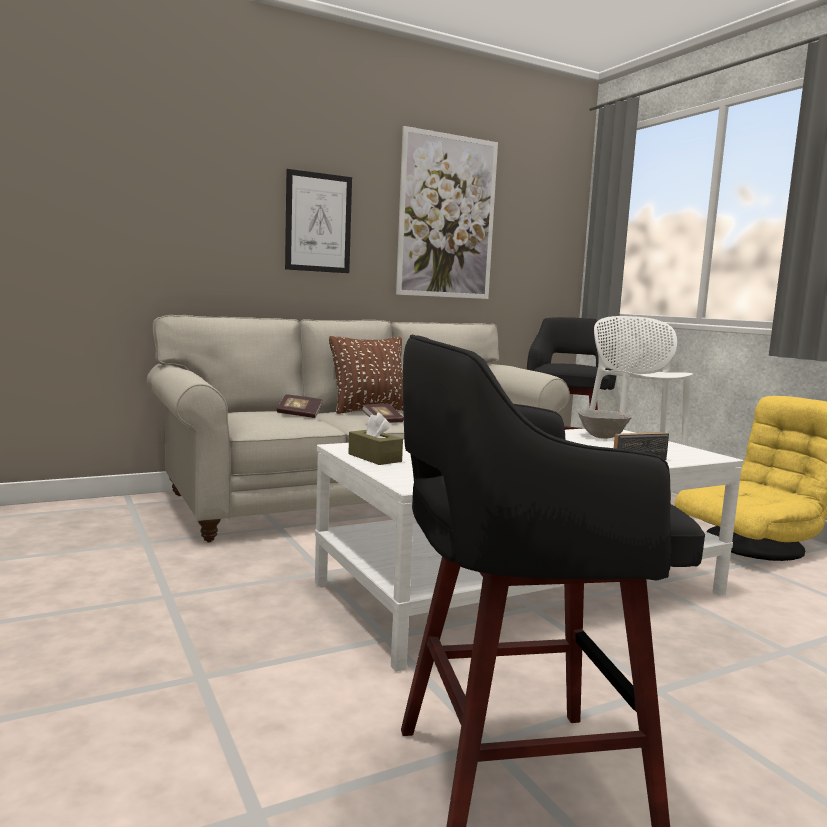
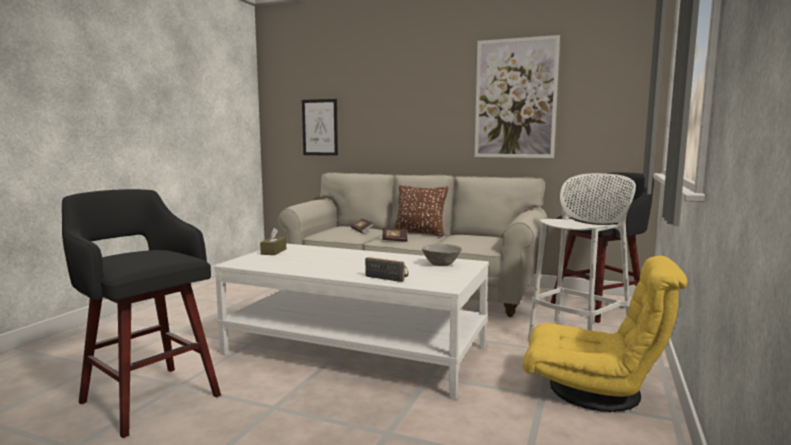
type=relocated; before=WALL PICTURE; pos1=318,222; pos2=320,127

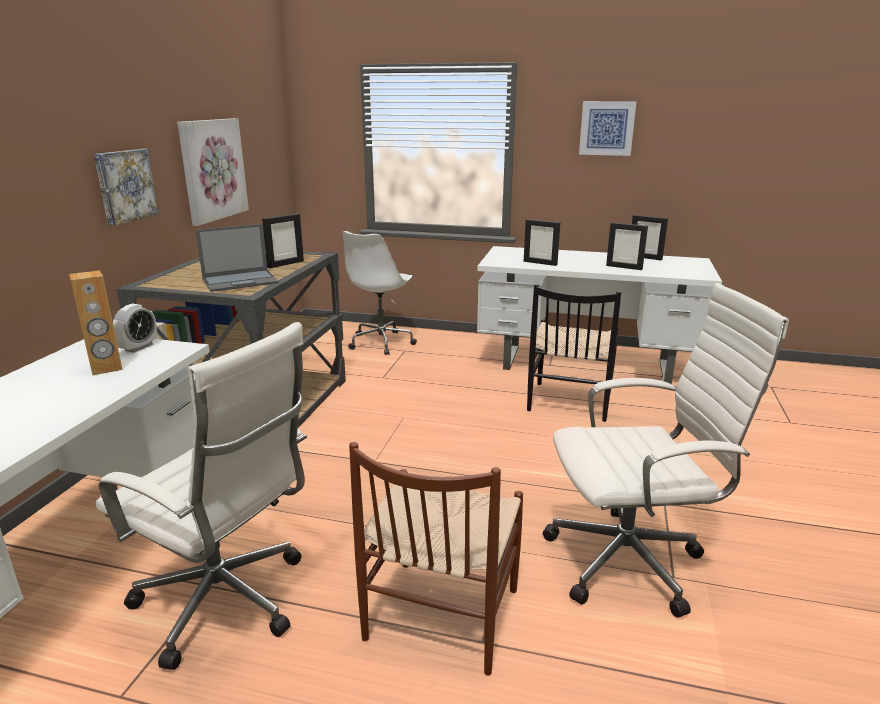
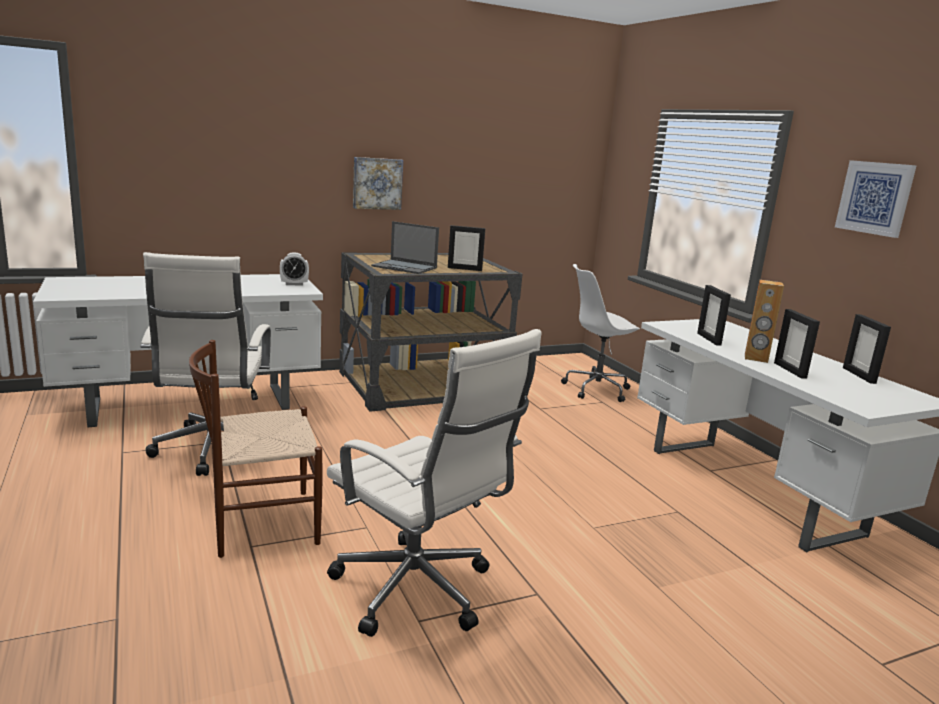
type=relocated; before=BROWN SPEAKER; pos1=106,368; pos2=756,358
type=missing; before=WALL PICTURE; pos1=212,170
type=missing; before=BLACK-COLOURED CHAIR; pos1=568,404

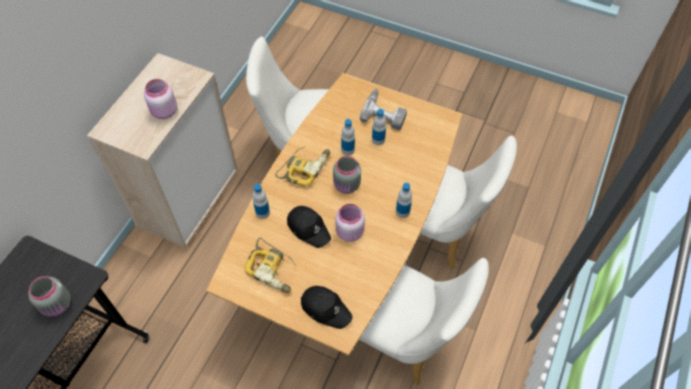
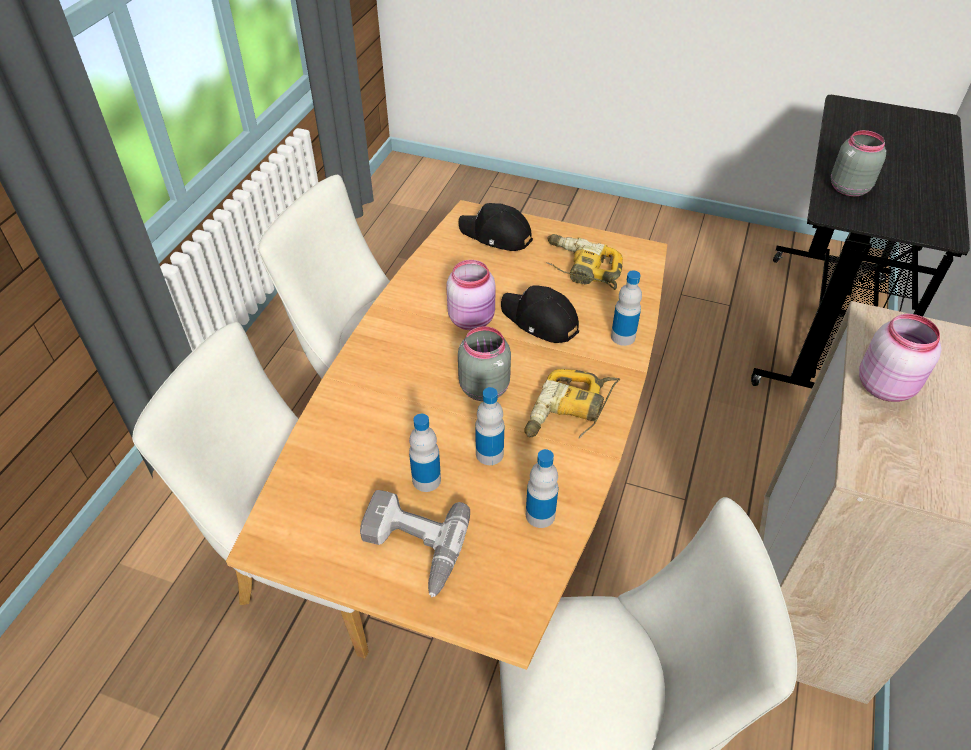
type=relocated; before=BOTTLE; pos1=402,211; pos2=540,515

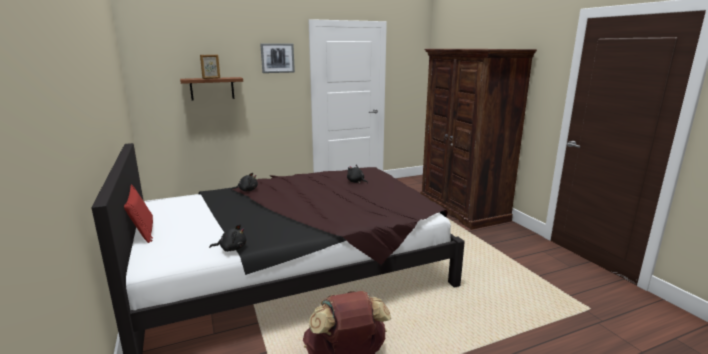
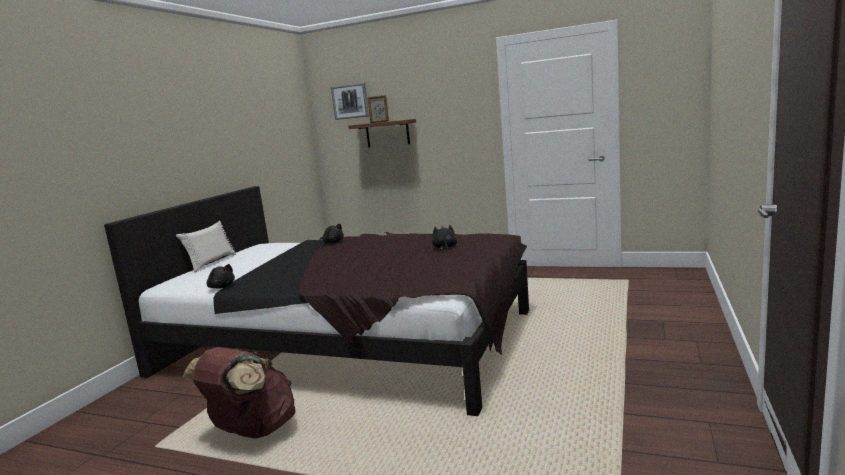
type=colour; before=RED-COLOURED CUSHION; after=WHITISH CUSHION; pos1=142,230; pos2=211,263
type=relocated; before=WALL PICTURE; pos1=277,58; pos2=350,101
type=missing; before=BROWN WARDROBE; pos1=462,208

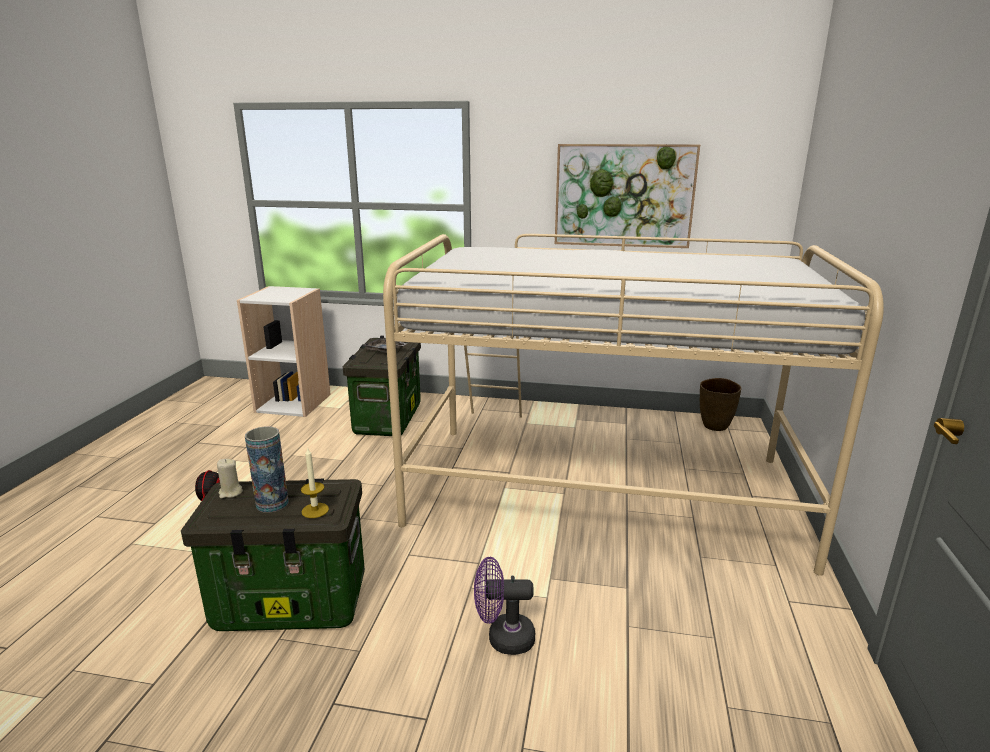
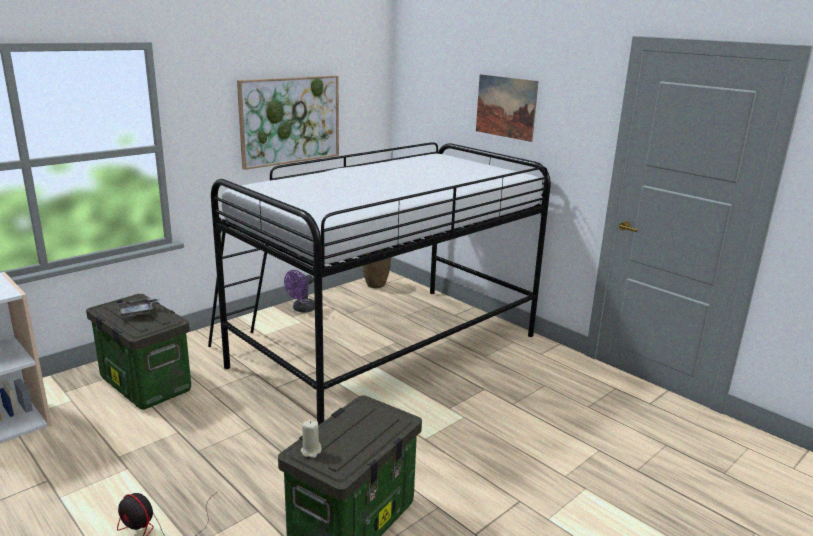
type=colour; before=SAND-COLOURED SLEEPING BED; after=BLACK-COLOURED SLEEPING BED; pos1=597,488; pos2=383,350
type=relocated; before=PURPLE FAN; pos1=503,638; pos2=302,309
type=appeared; after=WALL PICTURE; pos2=506,107
type=missing; before=DECORATIVE VASE; pos1=272,503
type=missing; before=WAX CANDLE; pos1=315,510

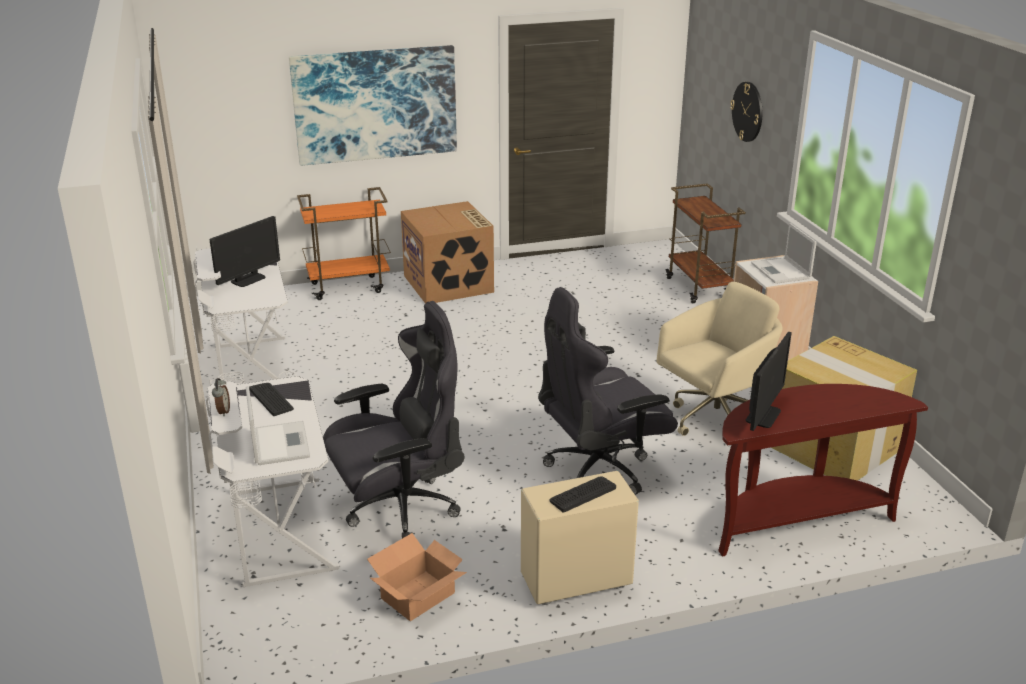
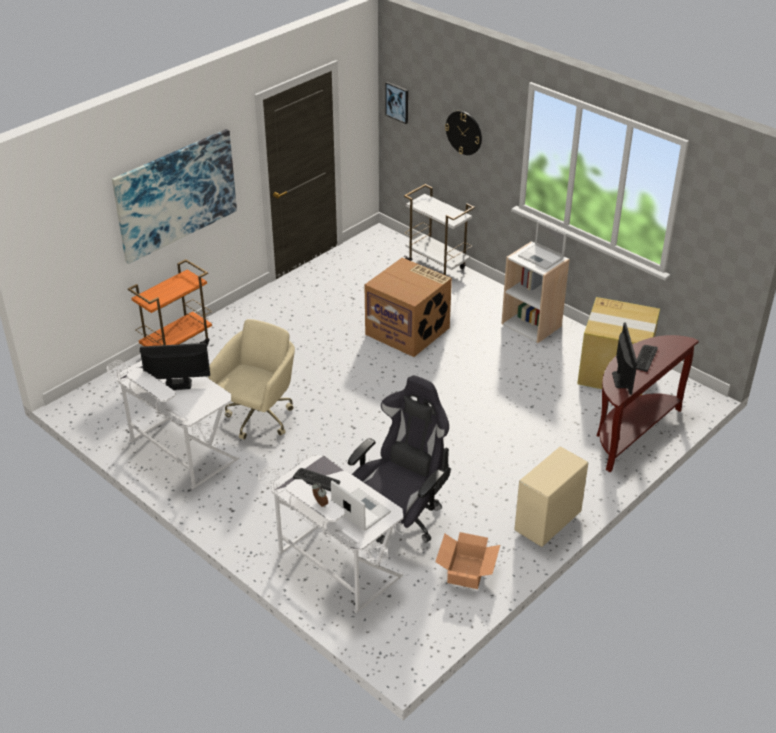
type=spun; before=COMPUTER SCREEN; pos1=248,279; pos2=178,384; turn=-105
type=relocated; before=SAND-COLOURED COMPUTER CHAIR; pos1=712,422; pos2=258,421
type=relocated; before=CARTON; pos1=449,284; pos2=409,331
type=appeared; after=WALL PICTURE; pos2=397,102
type=colour; before=BROWN WHEELED CART; after=WHITISH WHEELED CART; pos1=699,289; pos2=437,266
type=relocated; before=COMPUTER KEYBOARD; pos1=582,494; pos2=645,358
type=missing; before=BLACK-COLOURED COMPUTER CHAIR; pos1=603,468

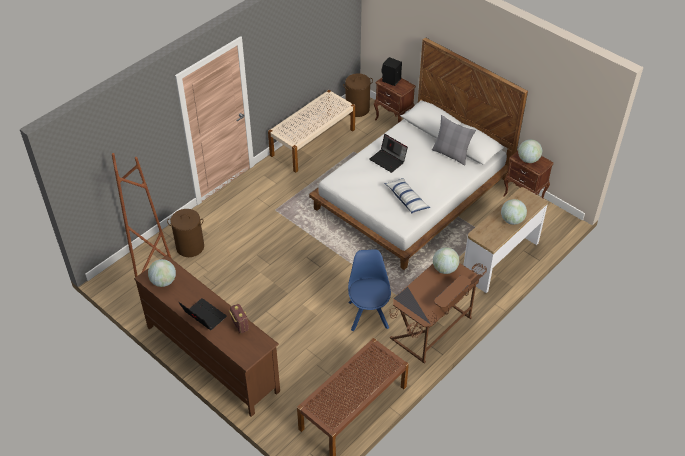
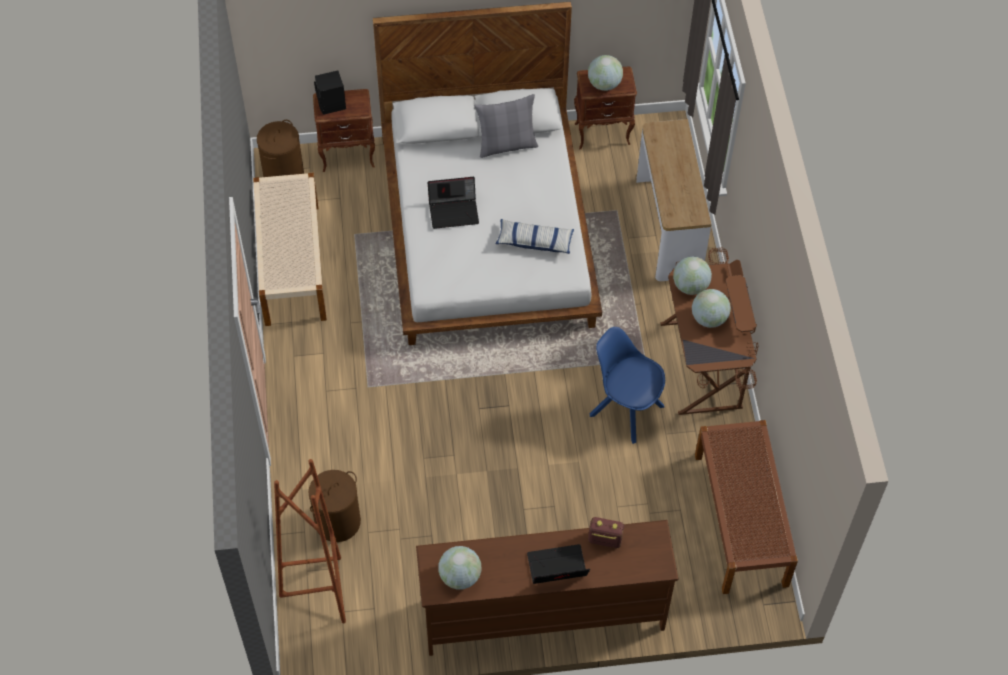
type=relocated; before=DESK GLOBE; pos1=512,220; pos2=708,319

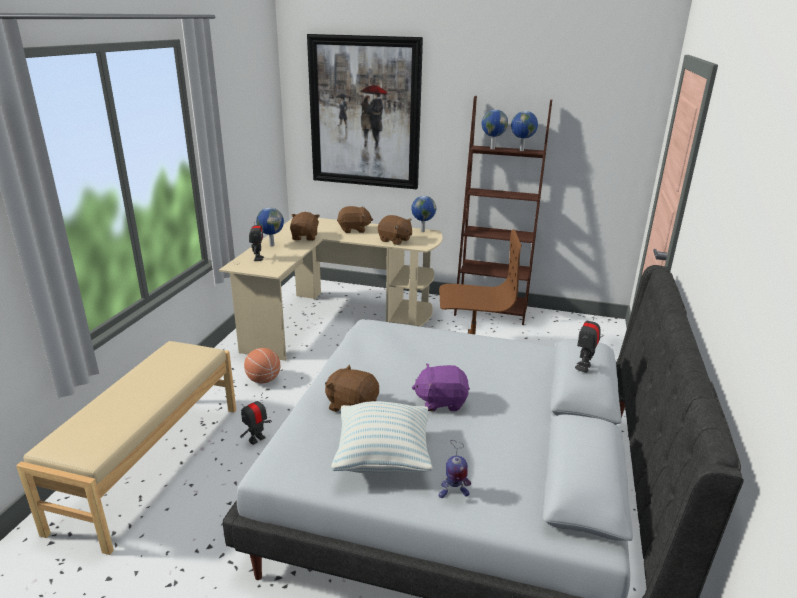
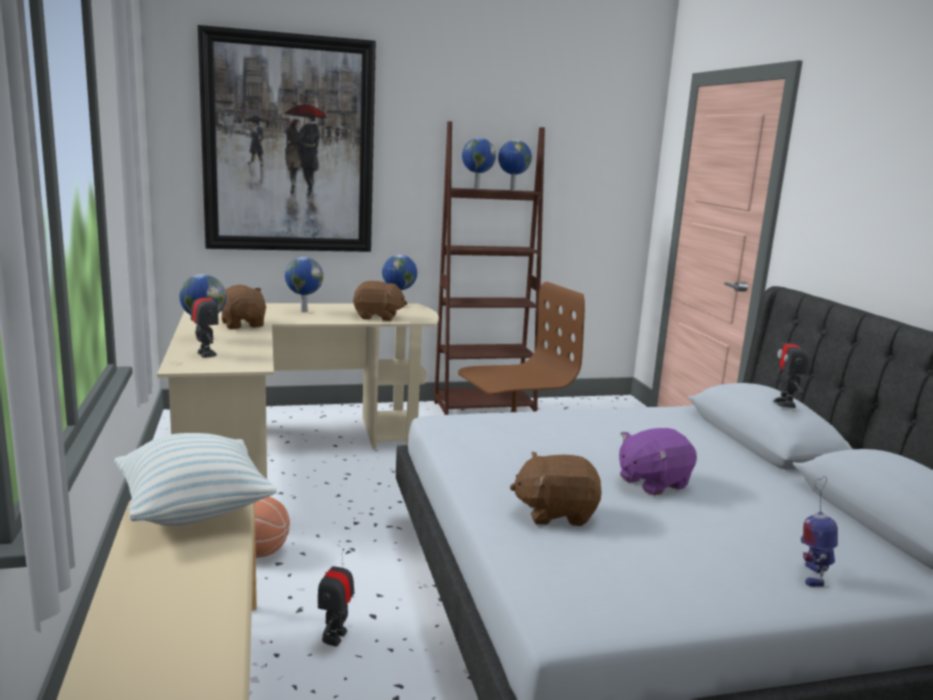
type=relocated; before=CUSHION; pos1=383,457; pos2=194,510
type=exchanged; before=BROWN CUDDLY TOY; after=DESK GLOBE; pos1=354,230; pos2=303,311
type=spun; before=TOY ROBOT; pos1=453,494; pos2=812,575; turn=150

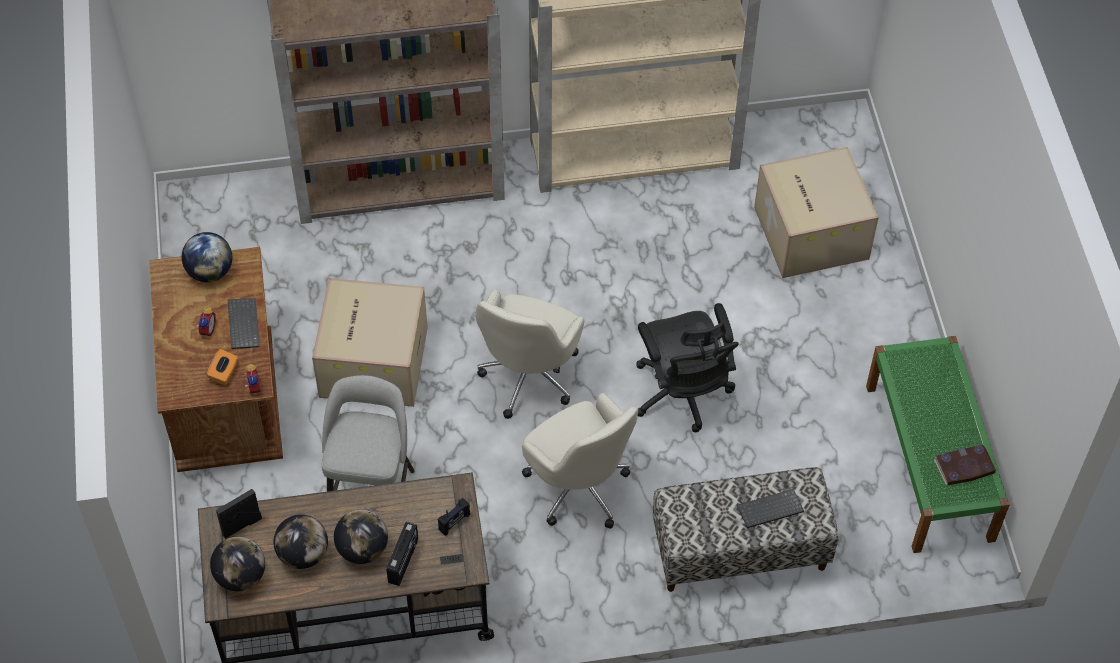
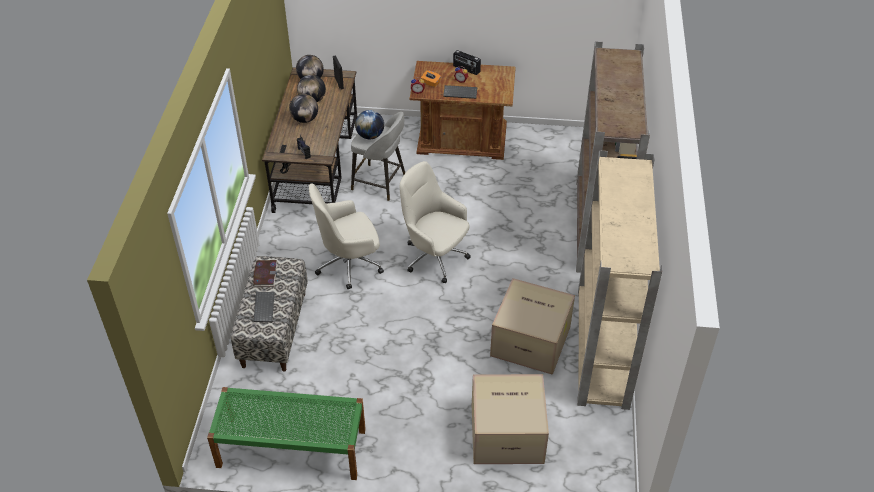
type=relocated; before=BOUND BOOK; pos1=964,467; pos2=265,275
type=relocated; before=DESK GLOBE; pos1=210,271; pos2=370,136
type=relocated; before=RADIO SET; pos1=404,561; pos2=466,69
type=relocated; before=CARTON; pos1=372,360; pos2=532,340
type=missing; before=COMPUTER CHAIR; pos1=682,395

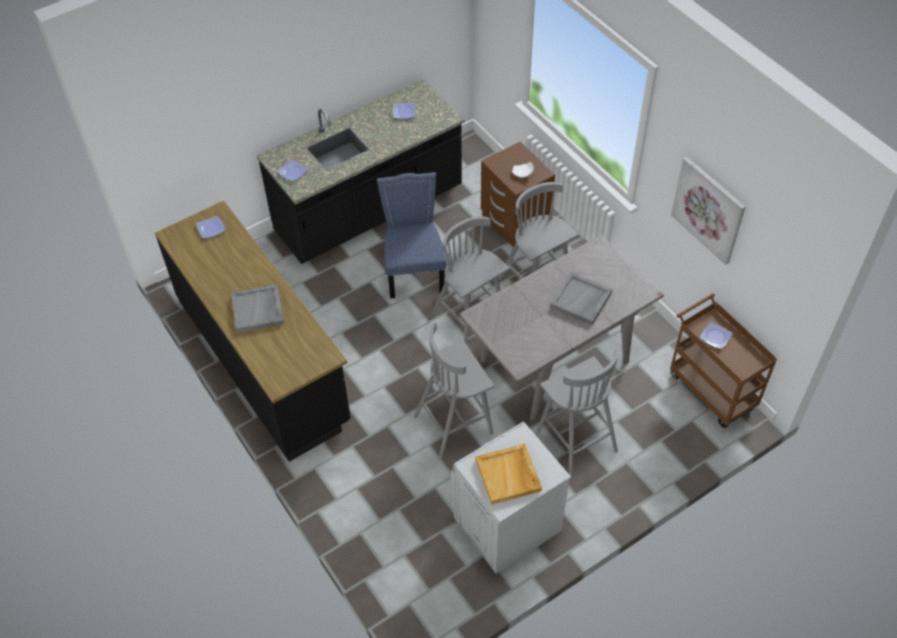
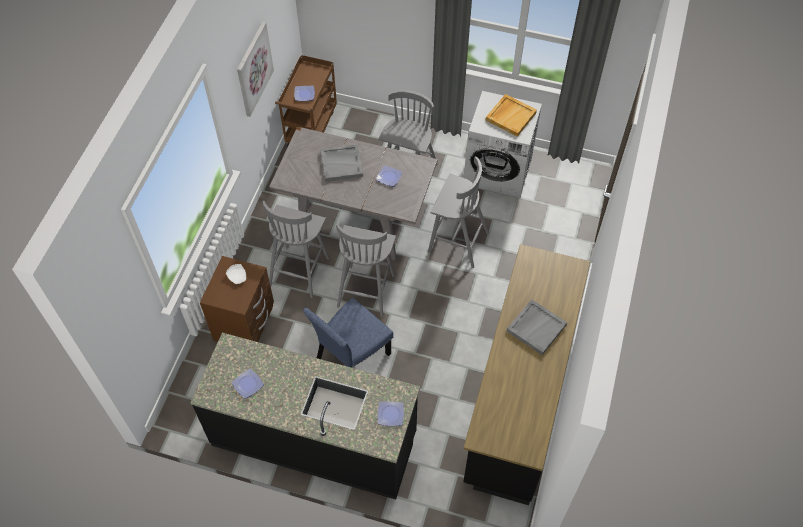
type=relocated; before=FLAT DISH; pos1=210,229; pos2=389,177

